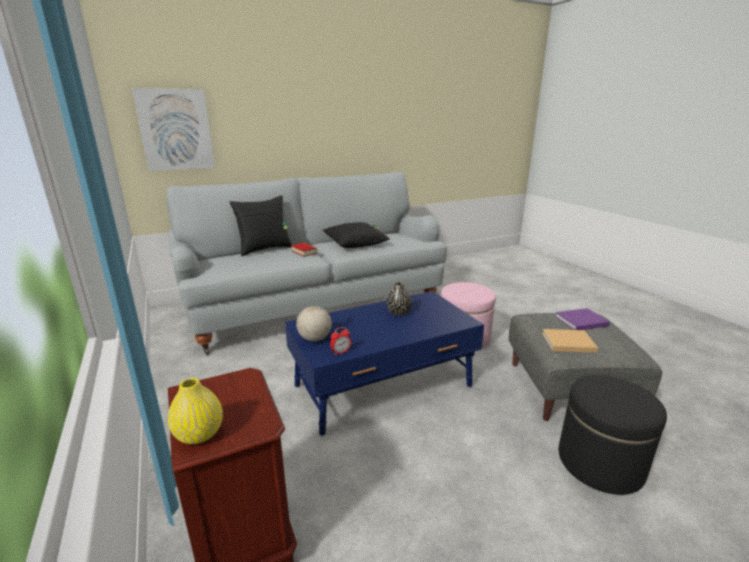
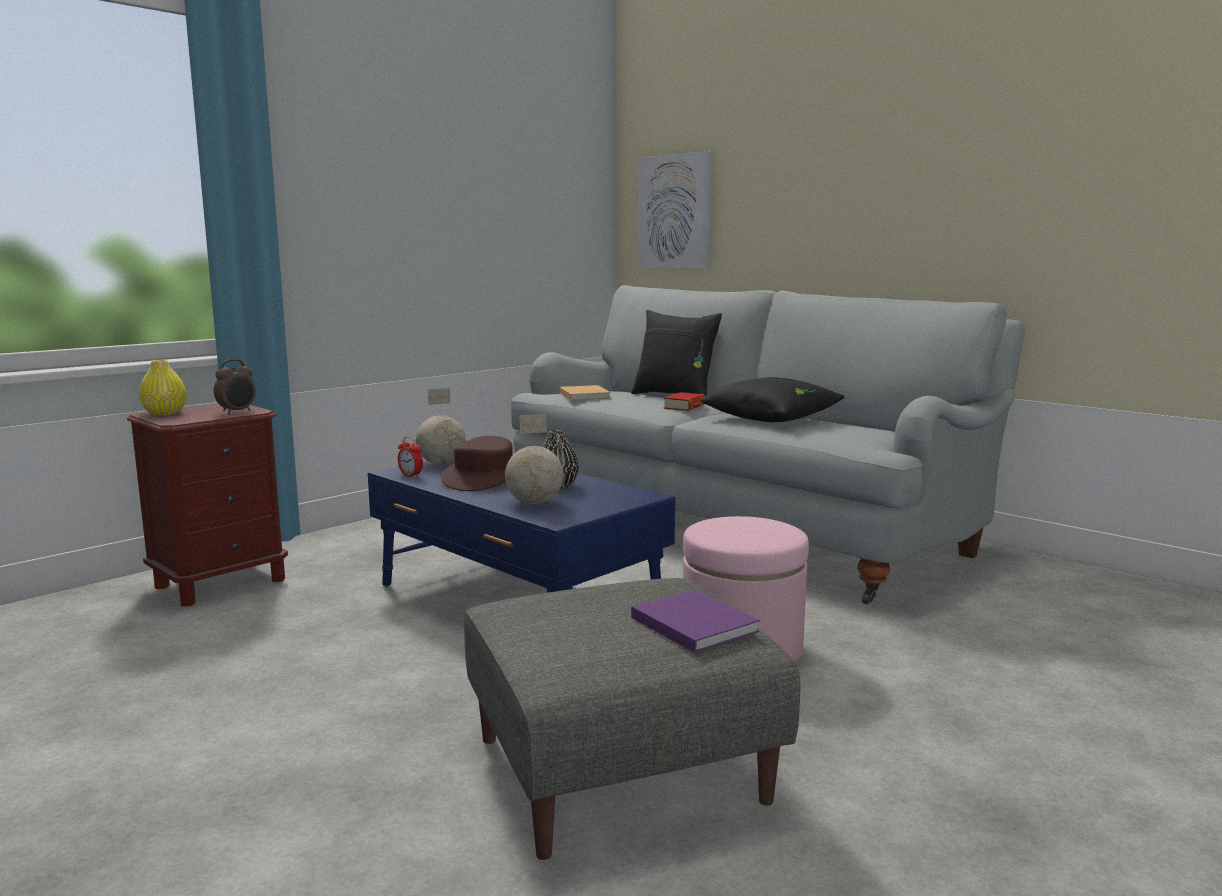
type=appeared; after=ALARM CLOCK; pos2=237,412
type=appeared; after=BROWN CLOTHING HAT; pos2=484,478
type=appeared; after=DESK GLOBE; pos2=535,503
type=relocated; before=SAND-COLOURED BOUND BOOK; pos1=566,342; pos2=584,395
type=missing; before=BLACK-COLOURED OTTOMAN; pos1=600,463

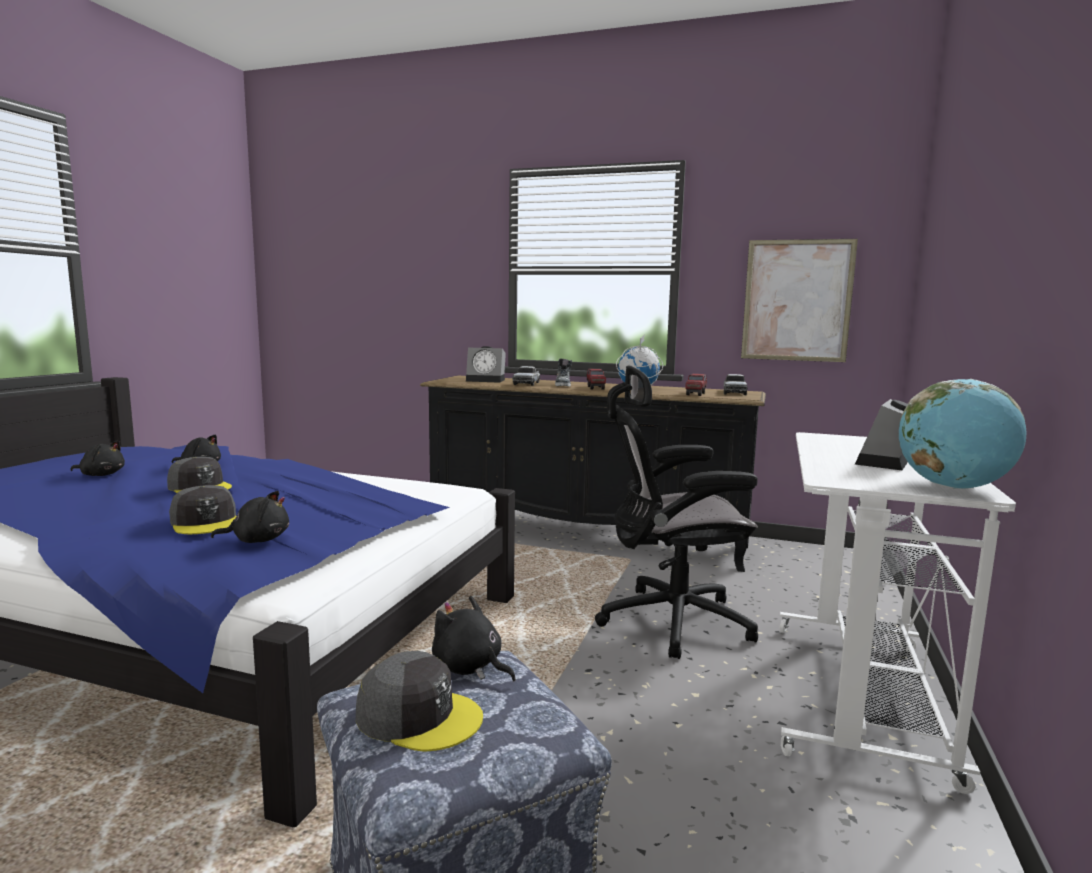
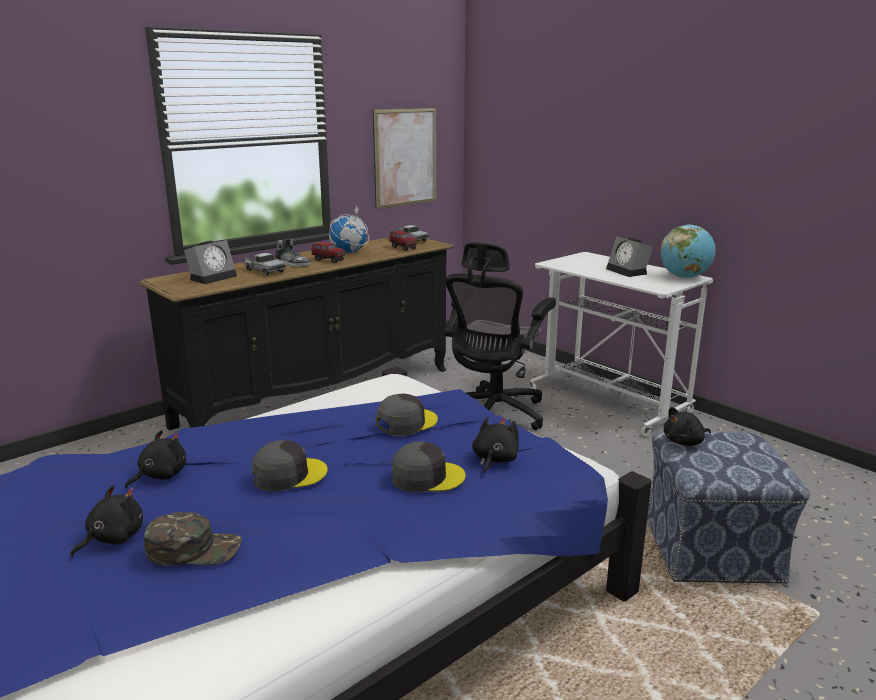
type=appeared; after=GREEN CAP; pos2=194,548
type=relocated; before=GRAY CAP; pos1=418,716; pos2=406,422

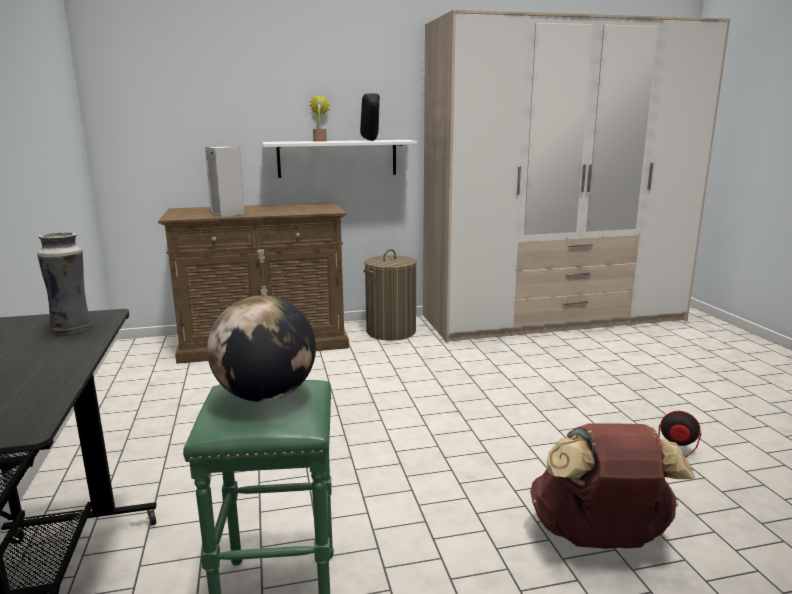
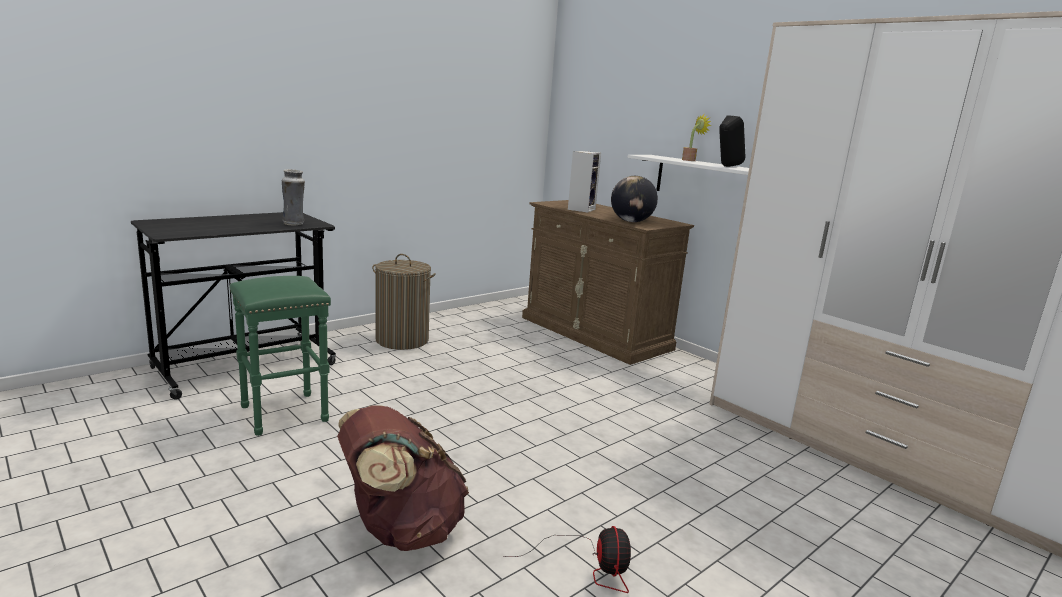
type=relocated; before=LAUNDRY BASKET; pos1=391,331; pos2=402,340
type=relocated; before=DESK GLOBE; pos1=265,396; pos2=631,221

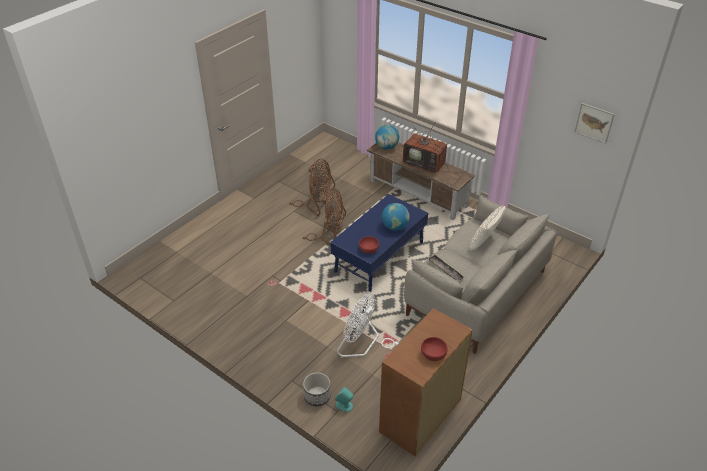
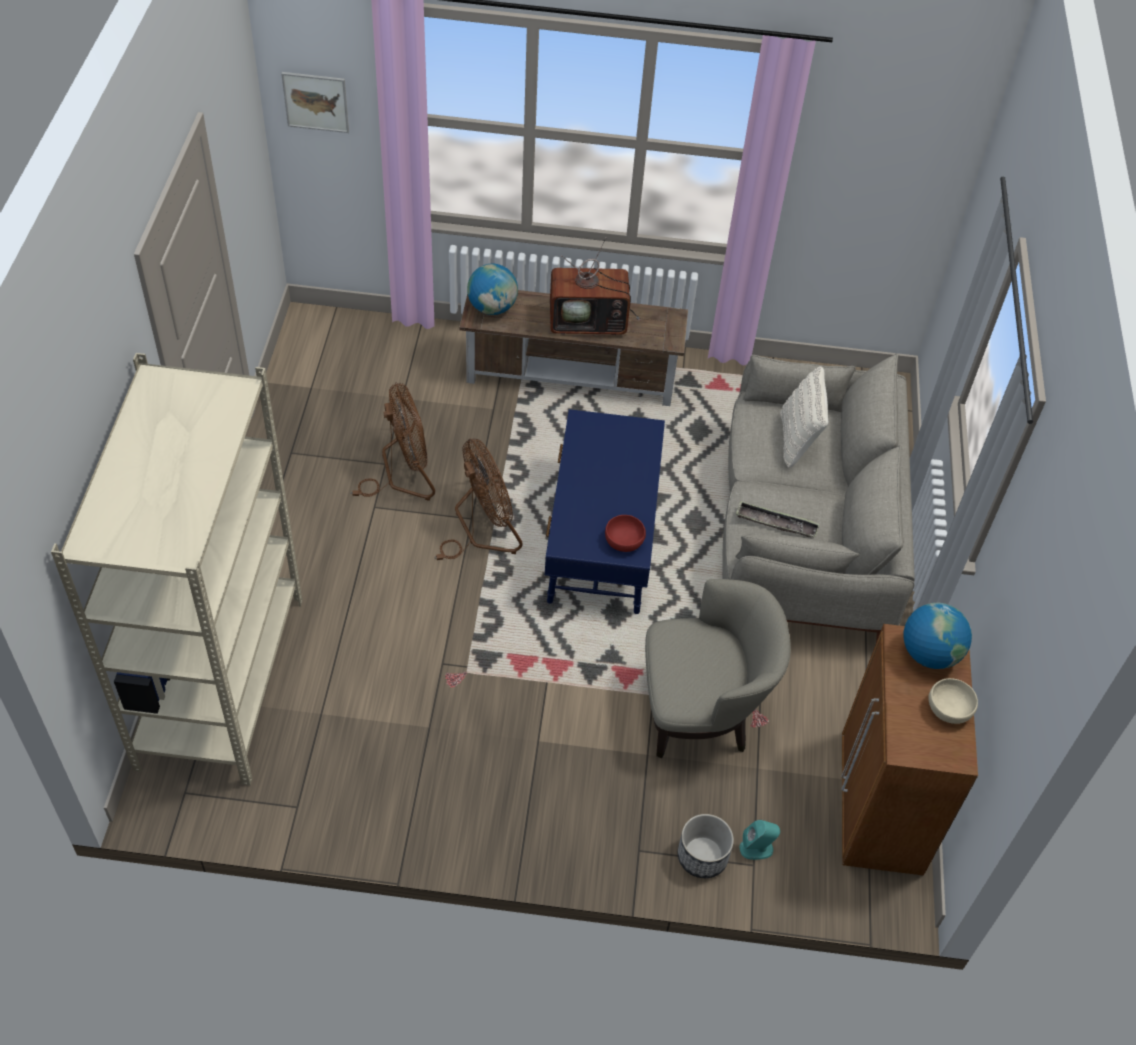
type=appeared; after=SAND-COLOURED SHELVING UNIT; pos2=221,681
type=relocated; before=WALL PICTURE; pos1=594,123; pos2=316,102
type=exchanged; before=WHITISH FAN; after=SAND-COLOURED ARMCHAIR; pos1=365,341; pos2=701,713
type=relocated; before=DESK GLOBE; pos1=395,227; pos2=929,653
type=colour; before=RED-COLOURED DEEP DISH; after=SAND-COLOURED DEEP DISH; pos1=433,354; pos2=949,710

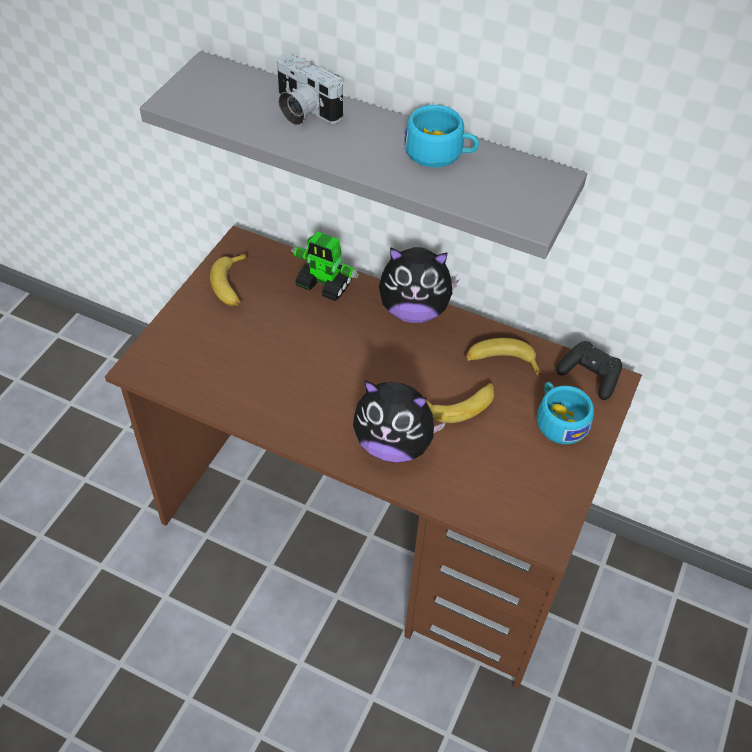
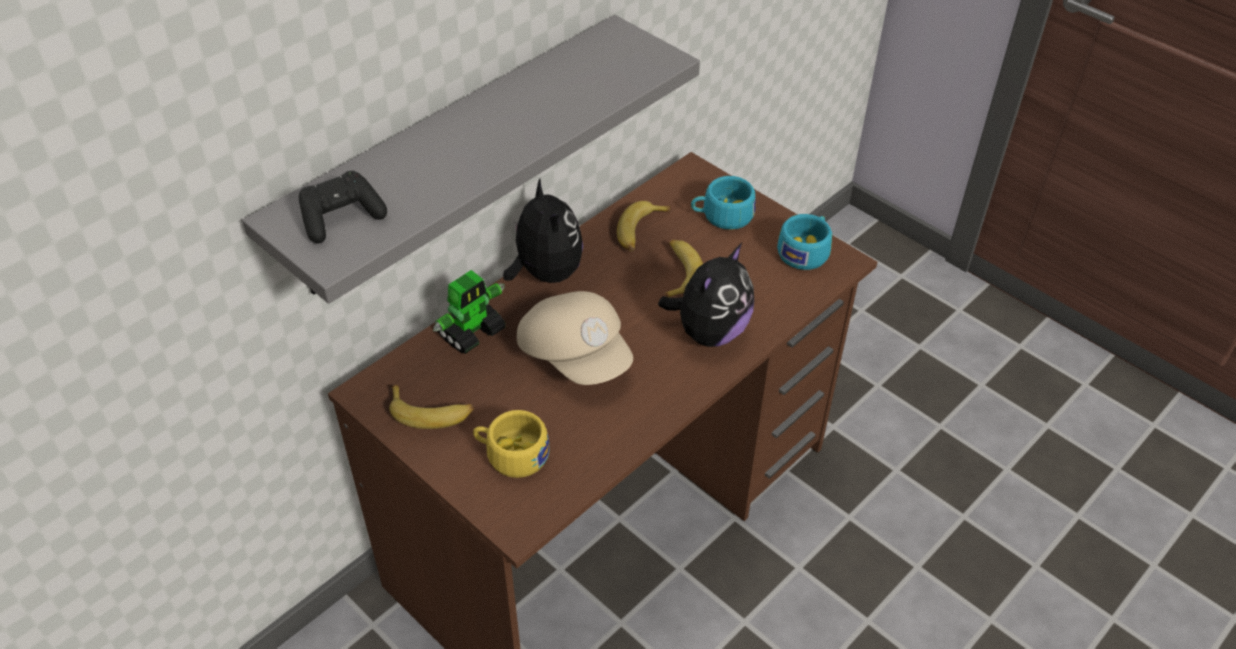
type=relocated; before=BLACK-COLOURED JOYPAD; pos1=589,376; pos2=341,218
type=appeared; after=YELLOWISH SMALL CUP; pos2=511,454
type=spun; before=CUDDLY TOY; pos1=414,310; pos2=545,273; turn=-45
type=appeared; after=SAND-COLOURED CAP; pos2=576,355
type=relocated; before=TURQUOISE-COLOURED SMALL CUP; pos1=440,153; pos2=806,251
type=missing; before=PHOTO CAMERA; pos1=303,110

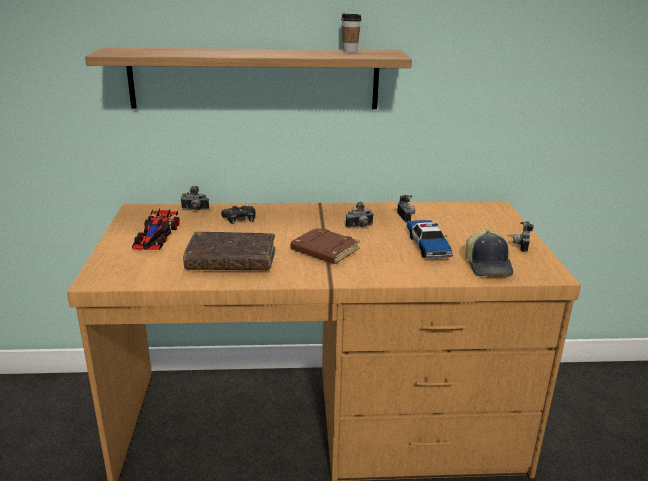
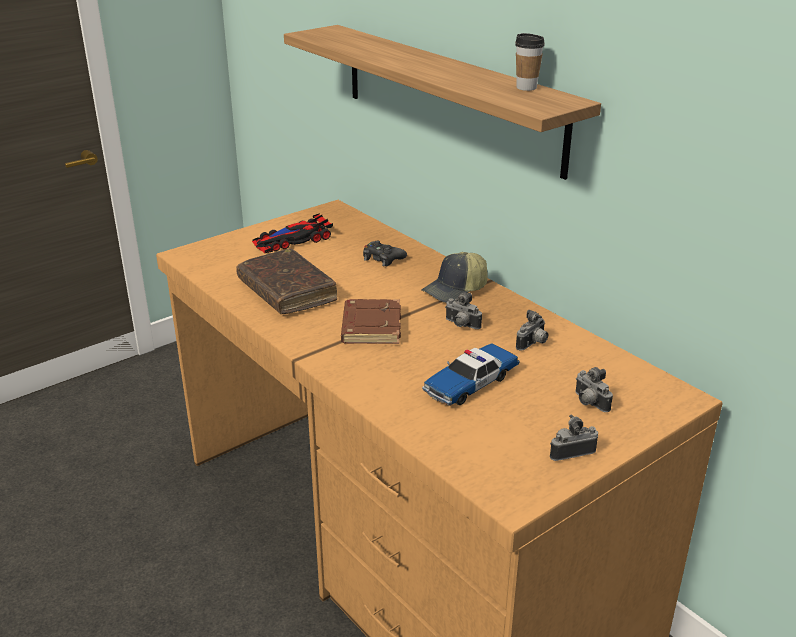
type=relocated; before=CAP; pos1=488,265; pos2=455,290
type=relocated; before=PHOTO CAMERA; pos1=194,210; pos2=588,403

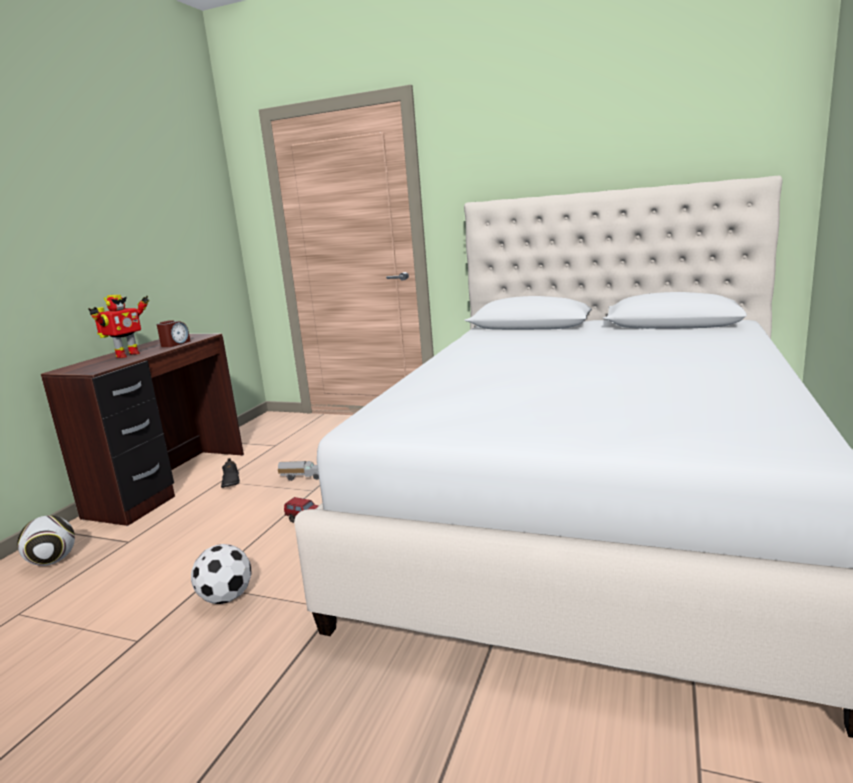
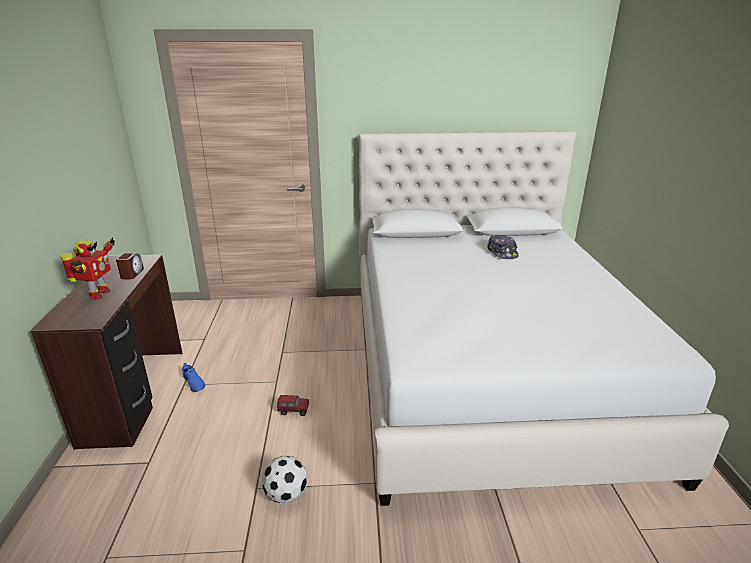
type=colour; before=BLACK-COLOURED ITEM OF FOOTWEAR; after=BLUE-COLOURED ITEM OF FOOTWEAR; pos1=230,481; pos2=193,383
type=appeared; after=CAP; pos2=502,252
type=missing; before=BALL FOR FOOTBALL; pos1=52,561
type=missing; before=MODEL TRUCK; pos1=302,477

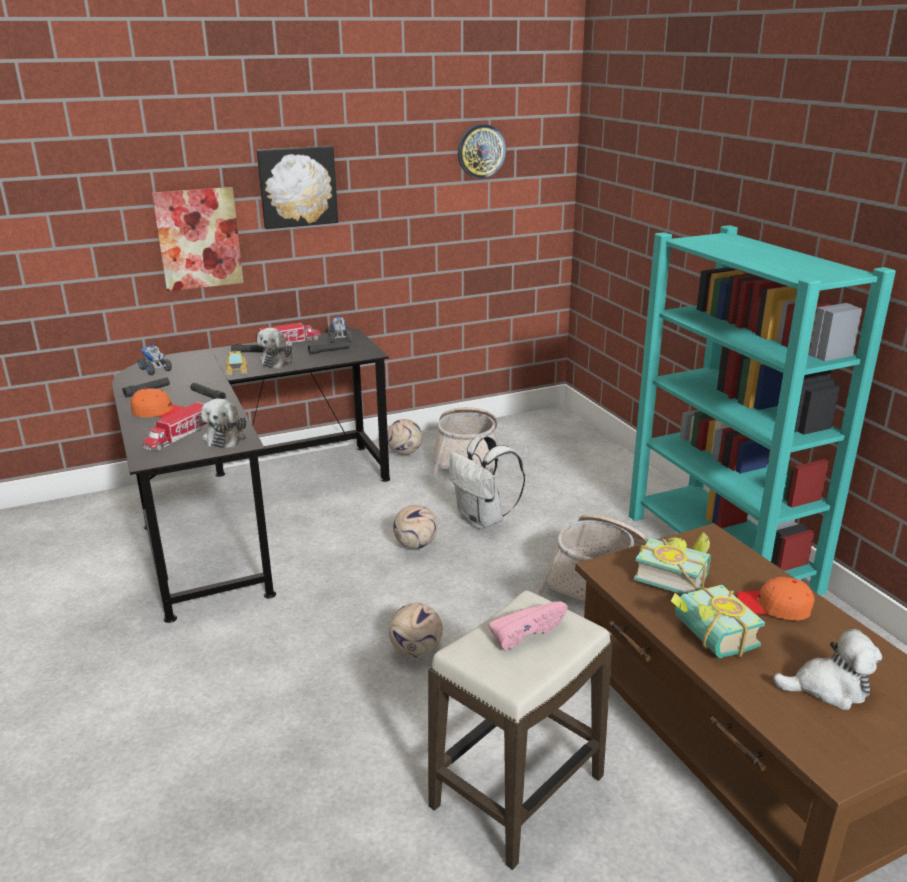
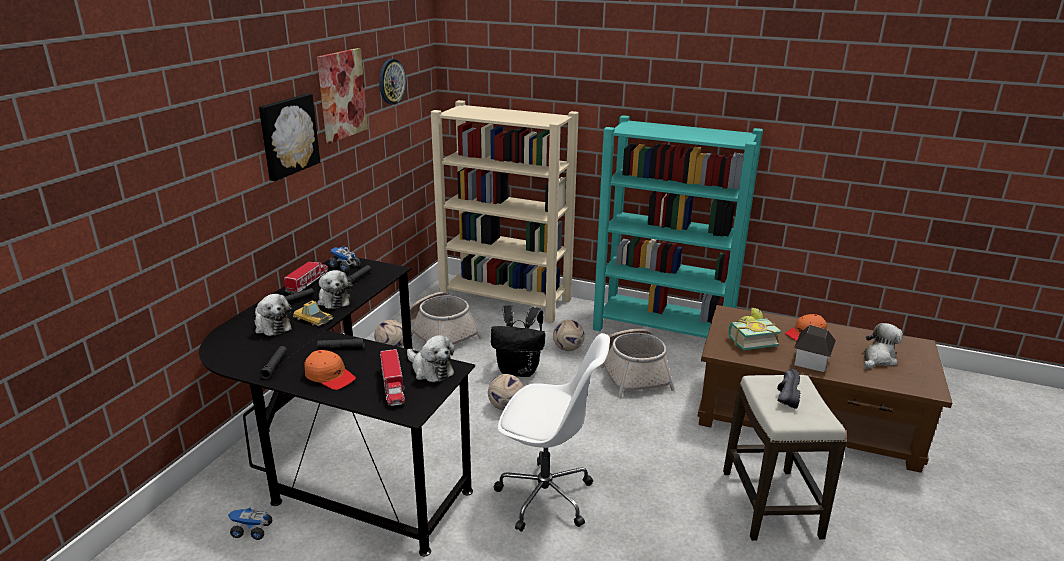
type=relocated; before=MODEL TRUCK; pos1=155,370; pos2=251,531
type=appeared; after=CUDDLY TOY; pos2=271,326
type=spun; before=ORANGE-COLOURED CAP; pos1=159,412; pos2=330,376; turn=75
type=relocated; before=WALL PICTURE; pos1=198,238; pos2=342,94
type=appeared; after=SAND-COLOURED SHELVING UNIT; pos2=506,300
type=colour; before=WHITISH BACKPACK; after=BLACK-COLOURED BACKPACK; pos1=483,520; pos2=519,370
type=appeared; after=WHITISH COMPUTER CHAIR; pos2=547,497
type=relocated; before=BALL FOR FOOTBALL; pos1=415,651; pos2=568,349
type=colour; before=PINK ITEM OF FOOTWEAR; after=BLACK-COLOURED ITEM OF FOOTWEAR; pos1=526,631; pos2=784,395
type=exchanged; before=BOUND BOOK; after=MODEL HOUSE; pos1=708,638; pos2=811,362

